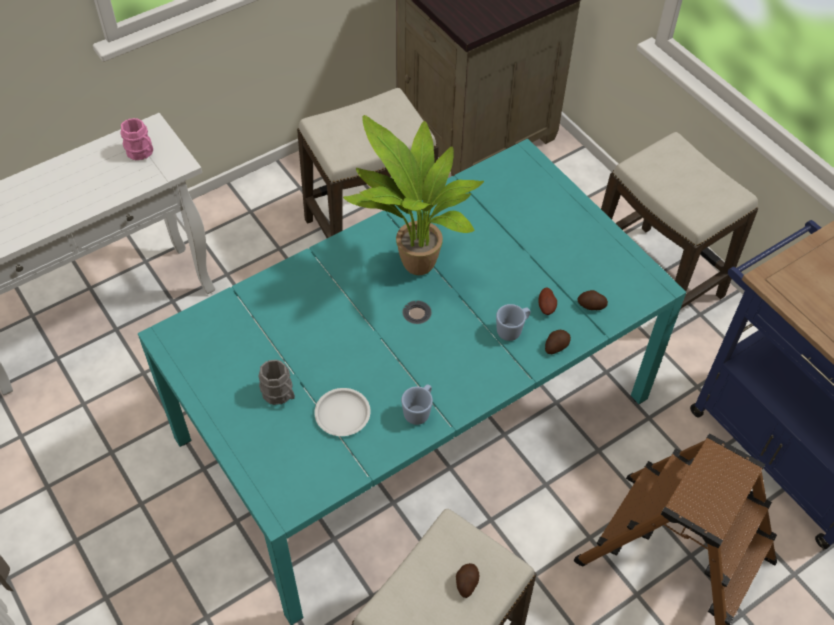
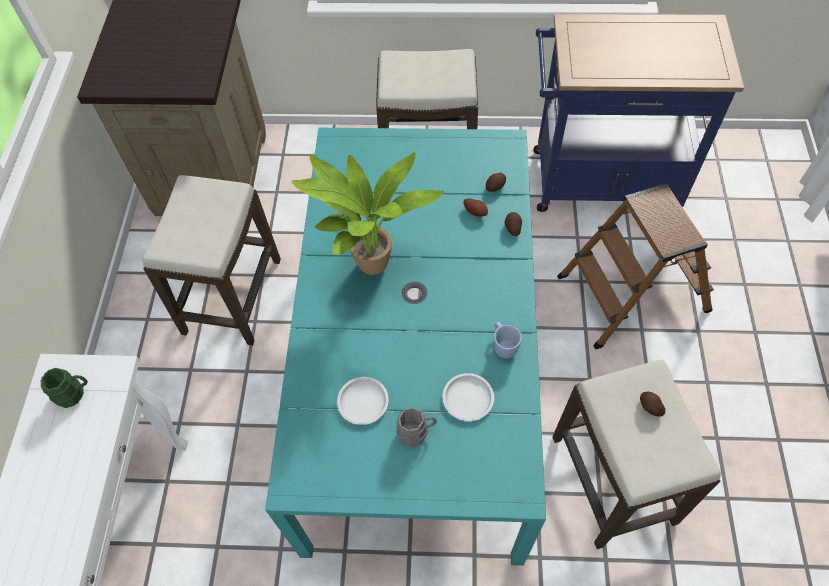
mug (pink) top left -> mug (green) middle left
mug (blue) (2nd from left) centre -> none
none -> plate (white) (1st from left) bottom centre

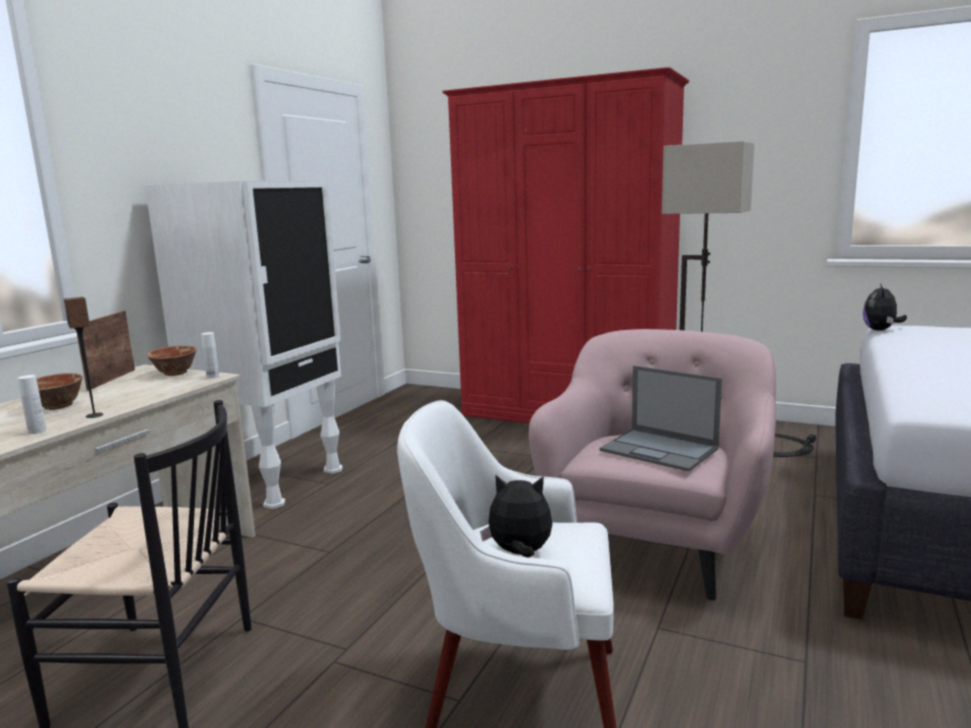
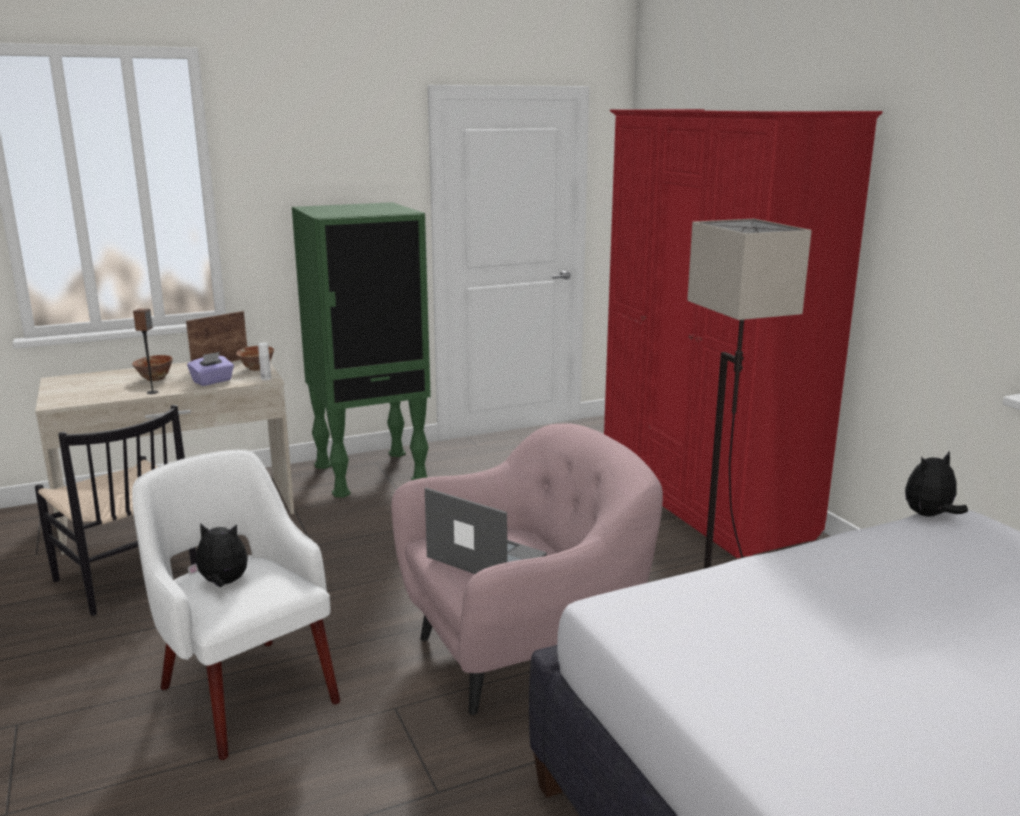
bottle (white) (1st from left) middle left -> none
cabinet (white) middle left -> cabinet (green) centre
plush toy (1st from left) bottom centre -> plush toy (1st from left) bottom left, 45 degrees counterclockwise
laptop middle right -> laptop centre, 135 degrees clockwise
none -> tissue box (purple) middle left

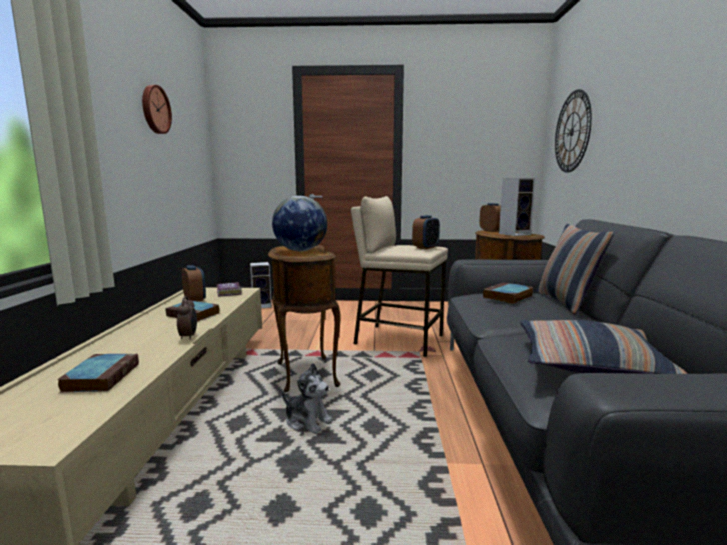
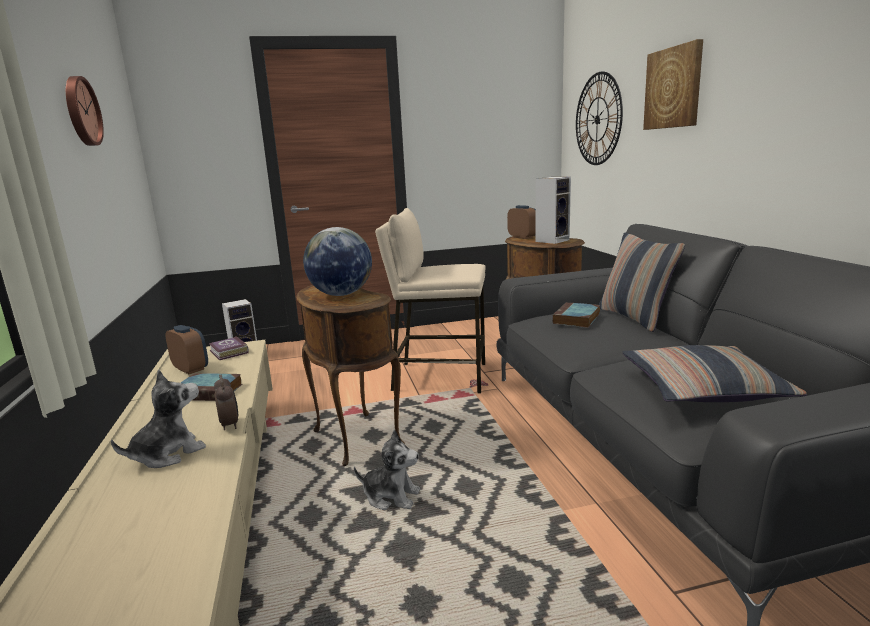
book (1st from left) bottom left -> none
alarm clock (3rd from left) centre -> none
none -> plush toy (1st from left) bottom left
none -> picture top right

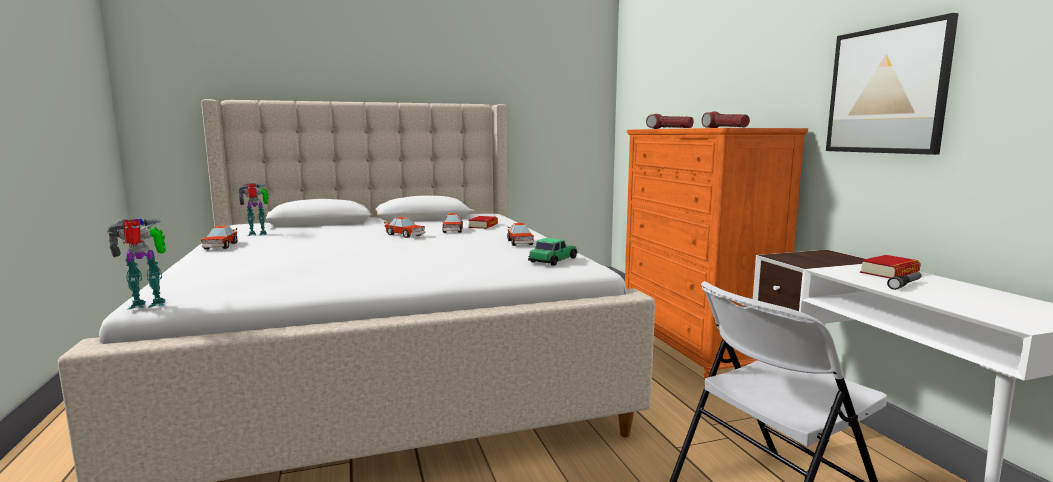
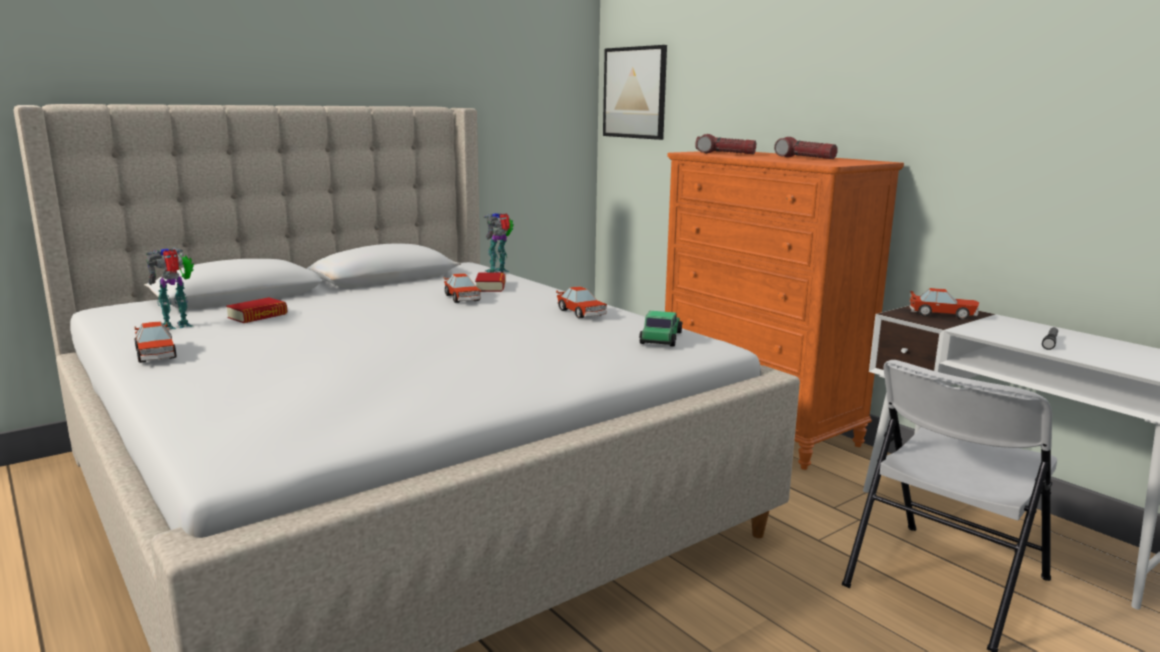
toy robot (1st from left in the first image) middle left -> toy robot (2nd from left) centre, move
toy car (2nd from left in the first image) centre -> toy car (5th from left) middle right, move
picture top right -> picture top centre, move
book (2nd from left in the first image) middle right -> book (1st from left) middle left, move

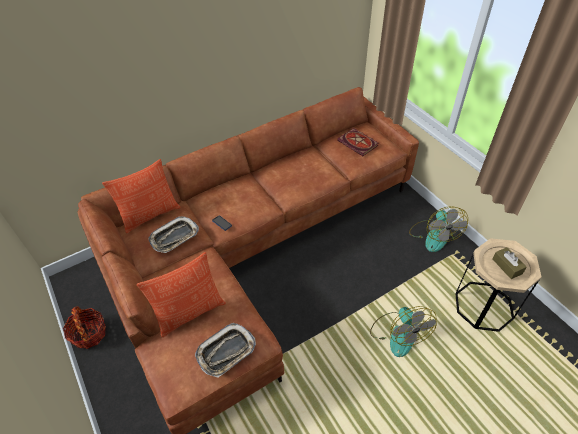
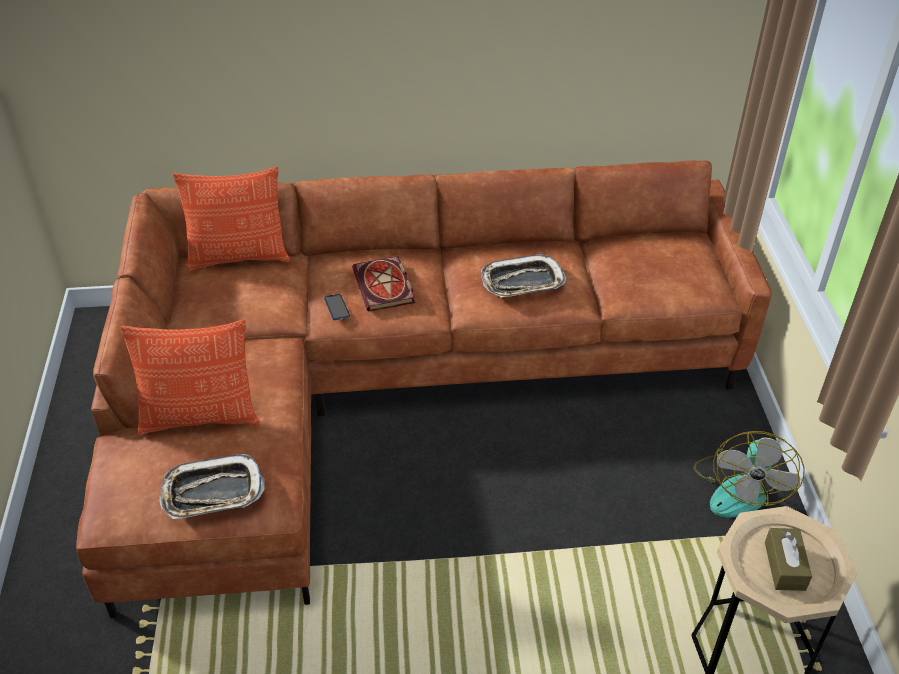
basket bottom left -> none
tray (1st from left in the first image) middle left -> tray (2nd from left) centre, move
book top centre -> book centre, move
fan (1st from left) bottom right -> none

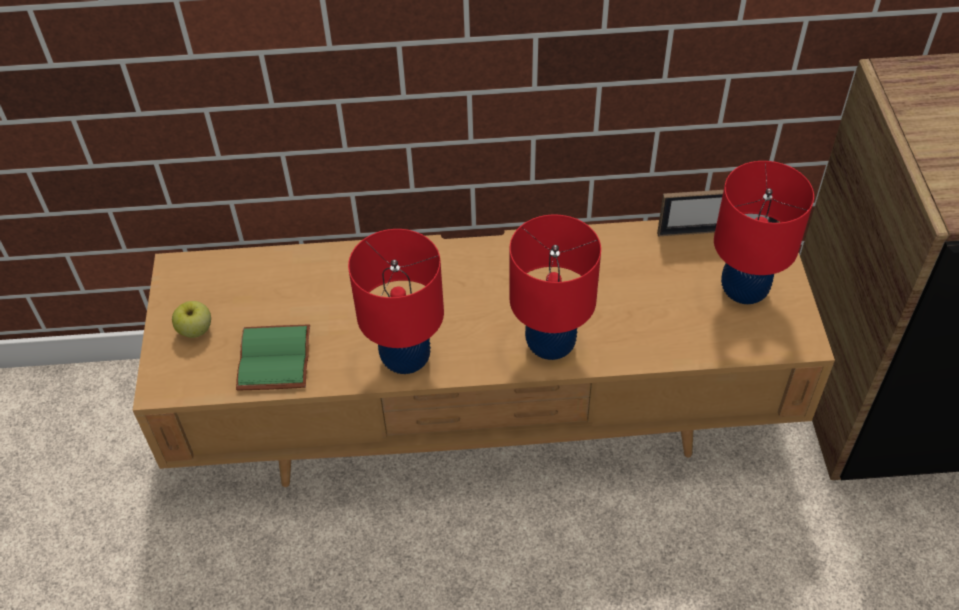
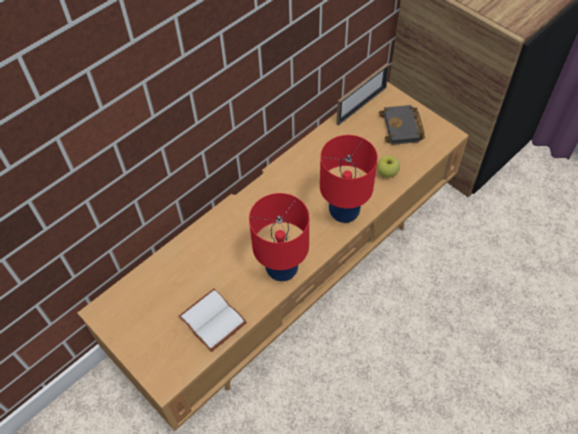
apple middle left -> apple middle right, move
book (green) middle left -> book (white) bottom centre
table lamp (red) (3rd from left) middle right -> book (black) top right

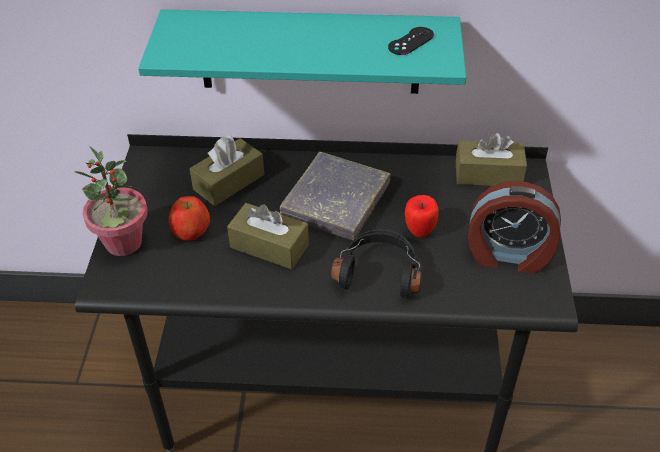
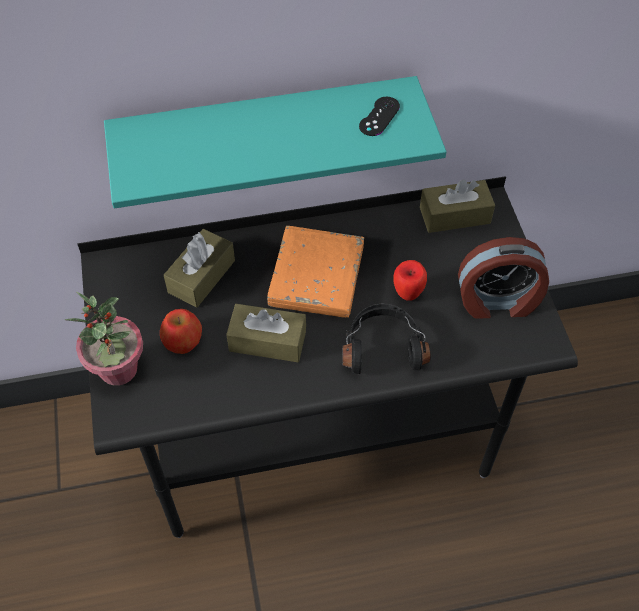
book (grey) centre -> book (orange) centre

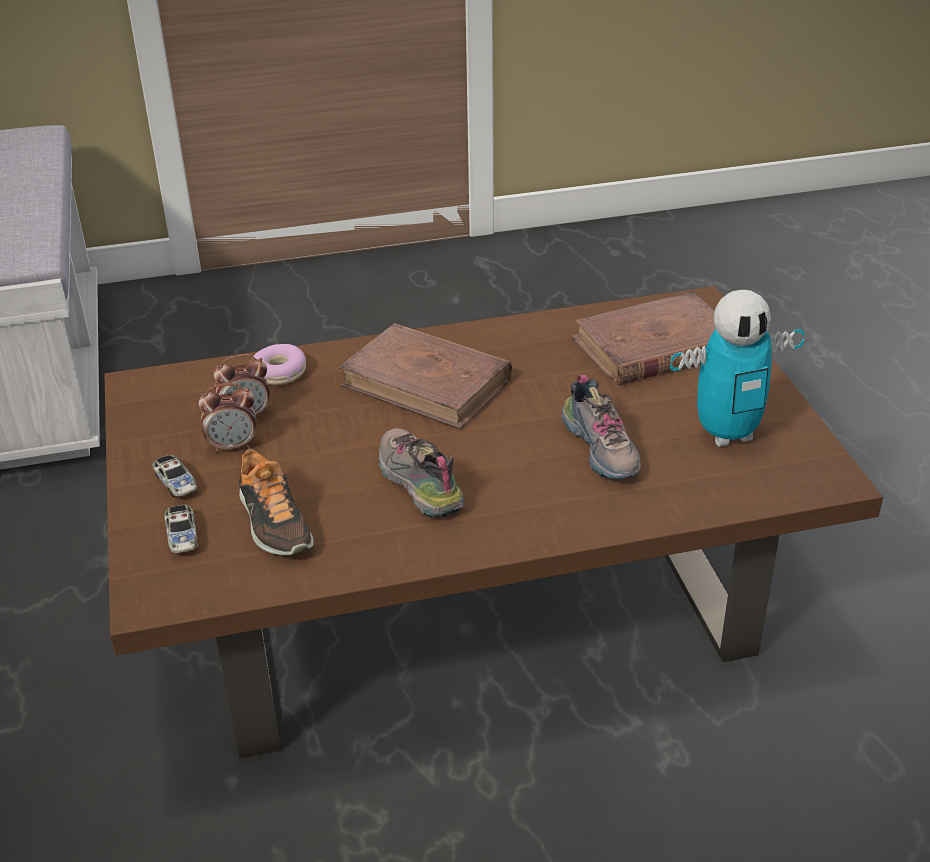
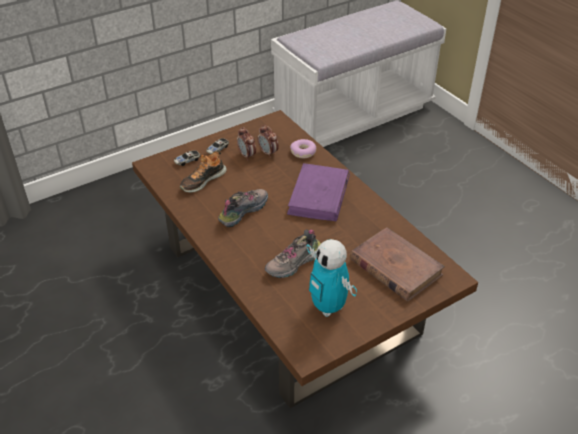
book (brown) (1st from left) centre -> book (purple) centre

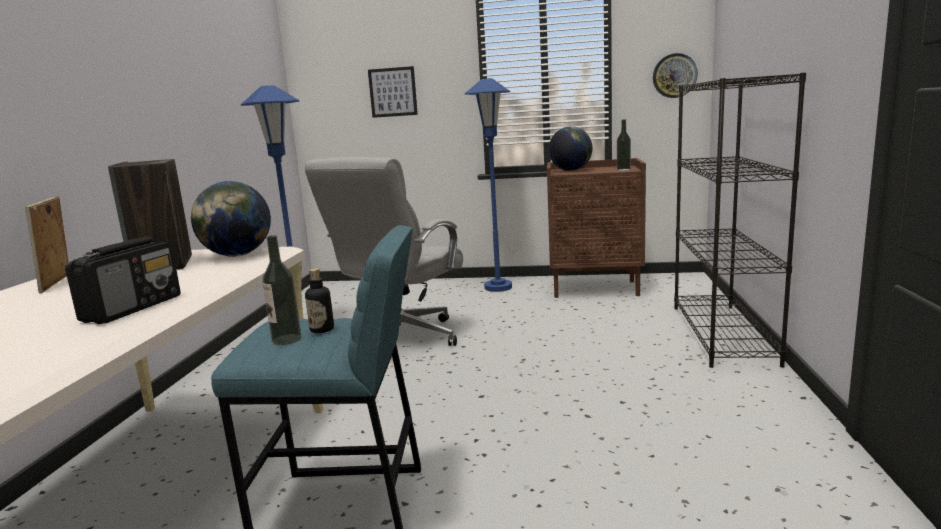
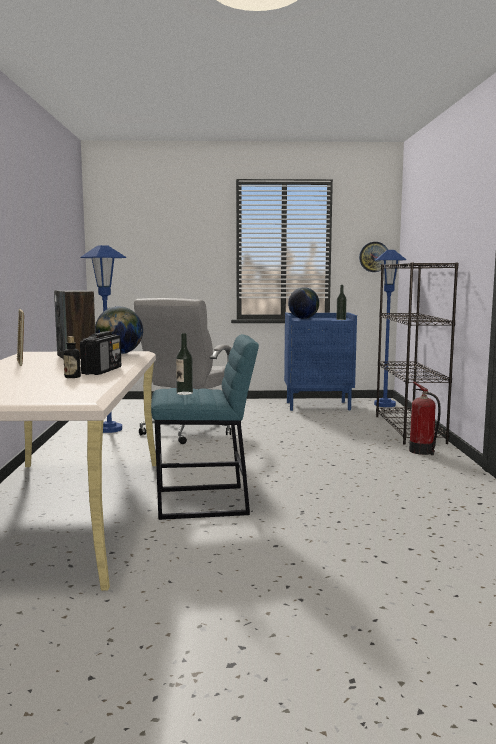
bottle (2nd from left in the first image) centre -> bottle (1st from left) middle left, move
picture top centre -> none
floor lamp (blue) (2nd from left) centre -> floor lamp (blue) (2nd from left) middle right, move
cabinet (brown) centre -> cabinet (blue) centre
none -> fire extinguisher middle right

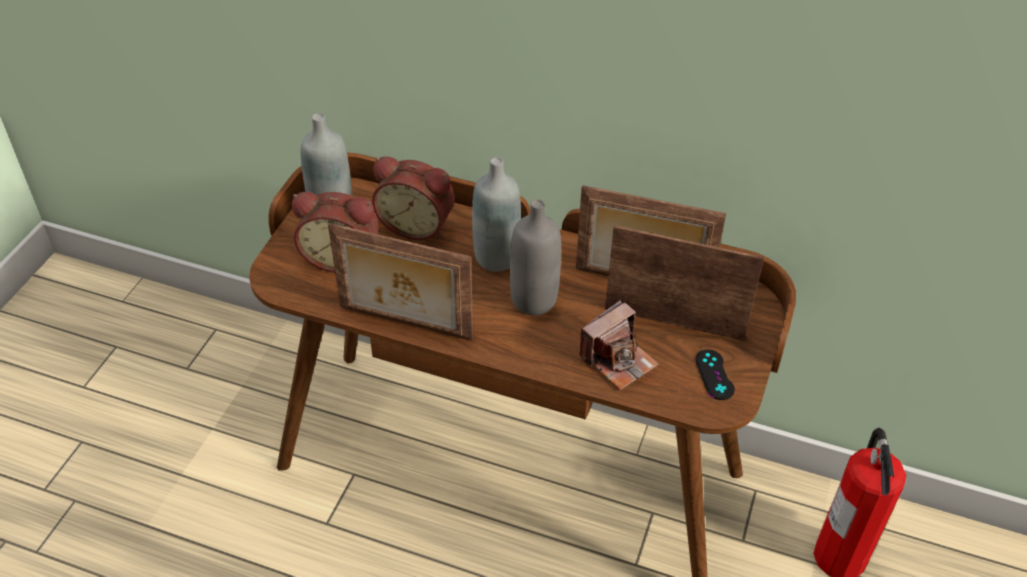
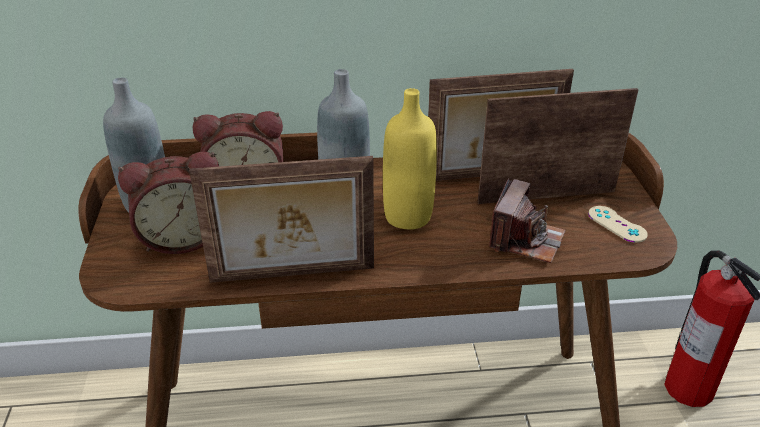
bottle (grey) (3rd from left) centre -> bottle (yellow) centre
game controller (black) middle right -> game controller (beige) middle right

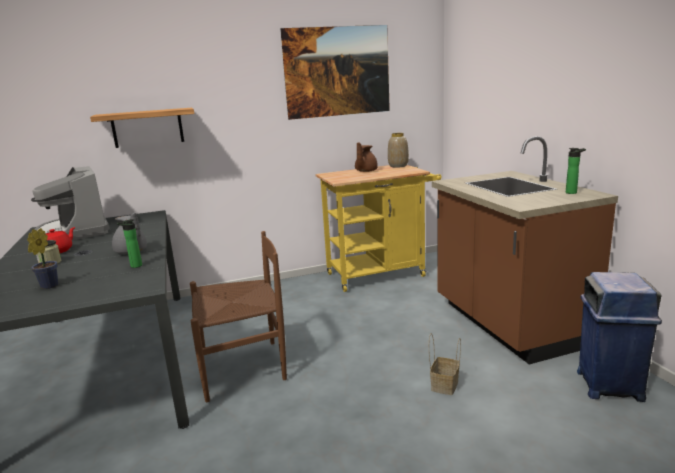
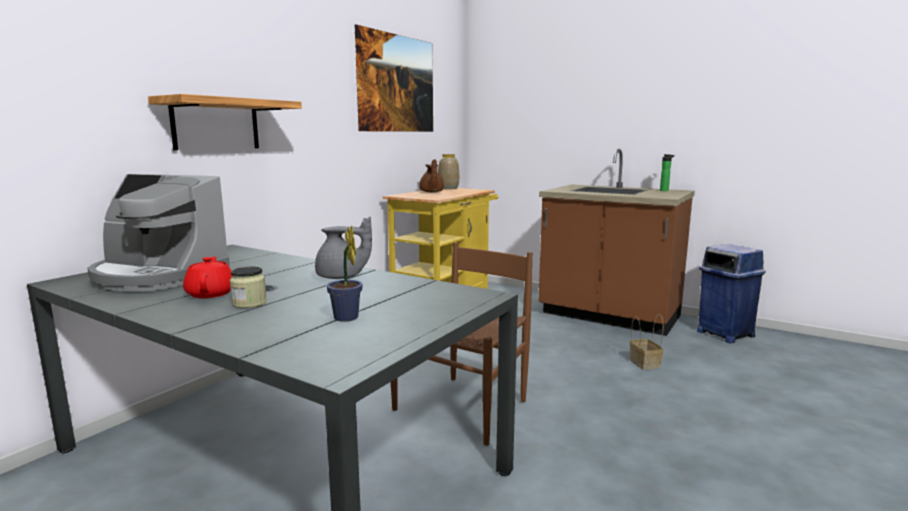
bottle (1st from left) middle left -> none

